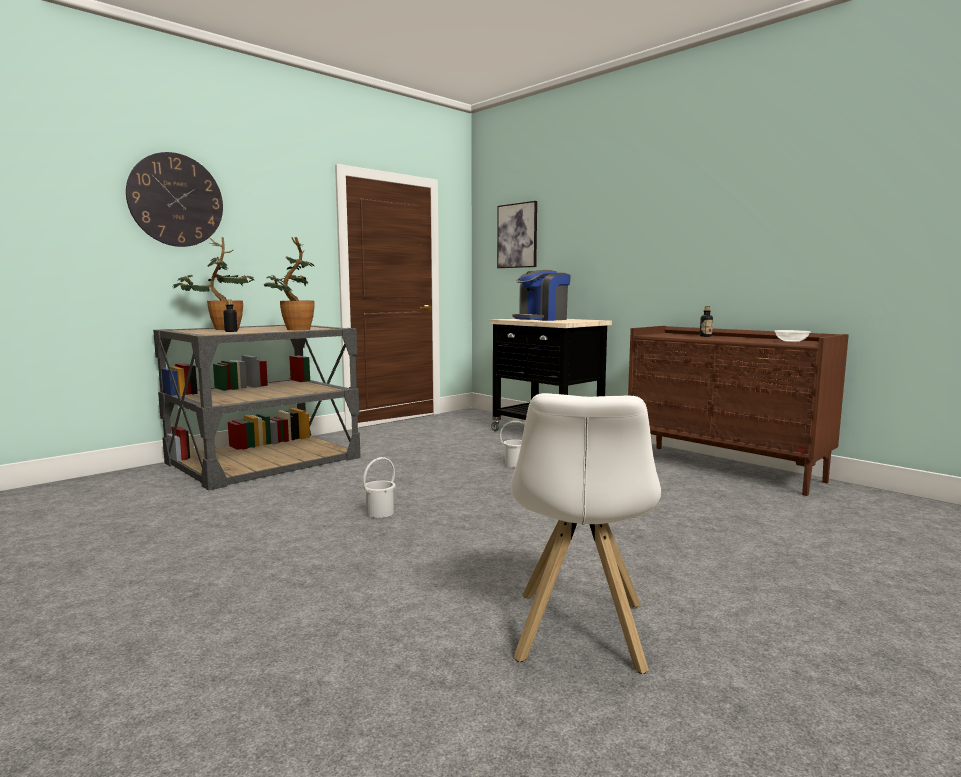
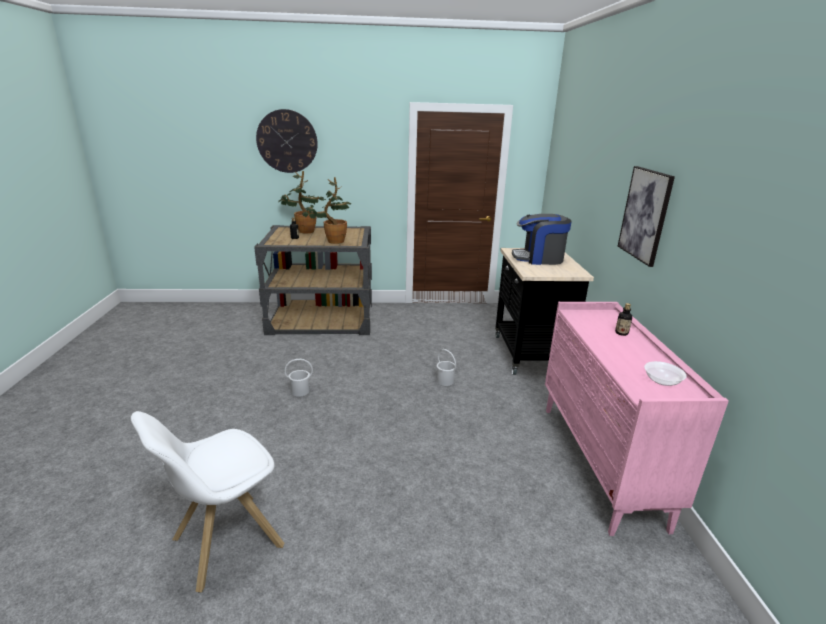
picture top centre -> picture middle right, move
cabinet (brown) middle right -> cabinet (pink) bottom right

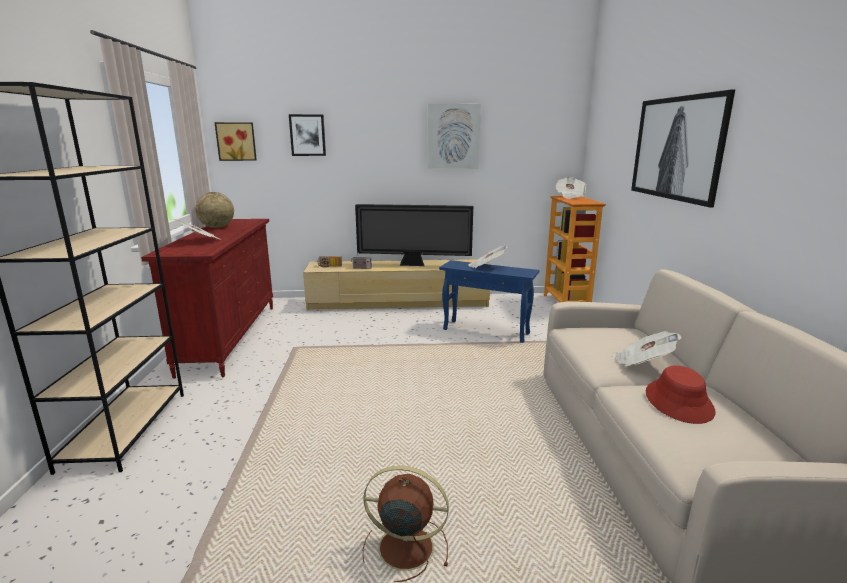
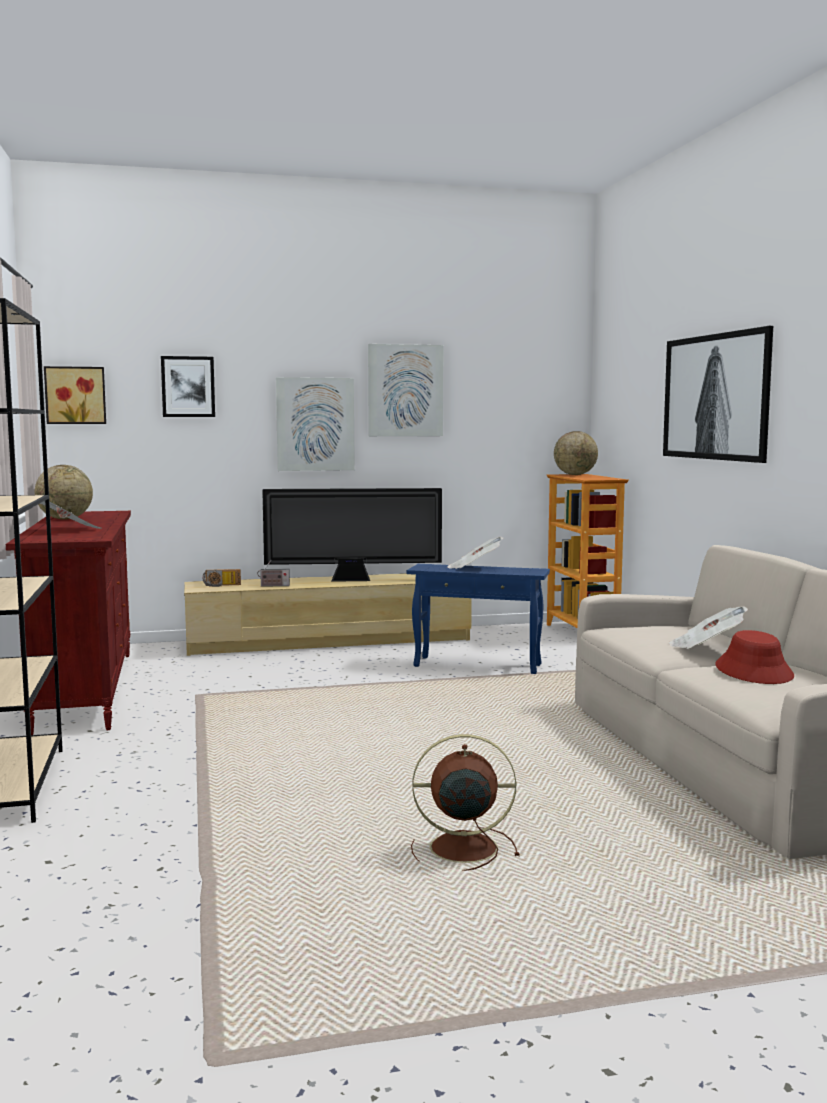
newspaper (3rd from left) top right -> globe (2nd from left) middle right
none -> picture (3rd from left) centre

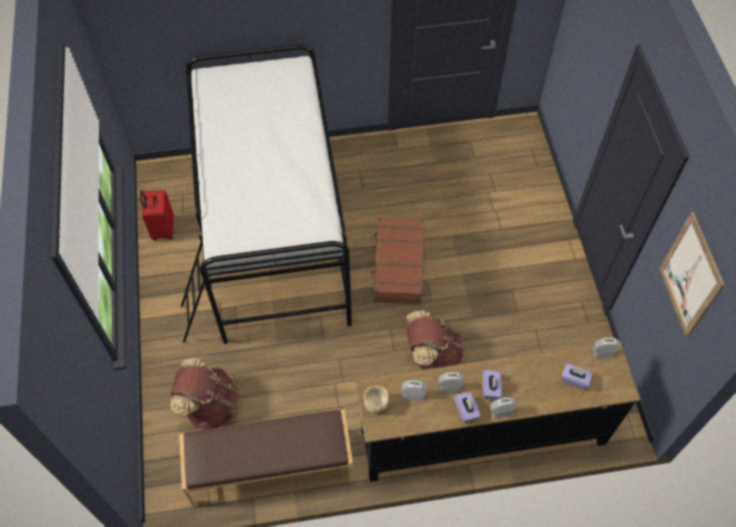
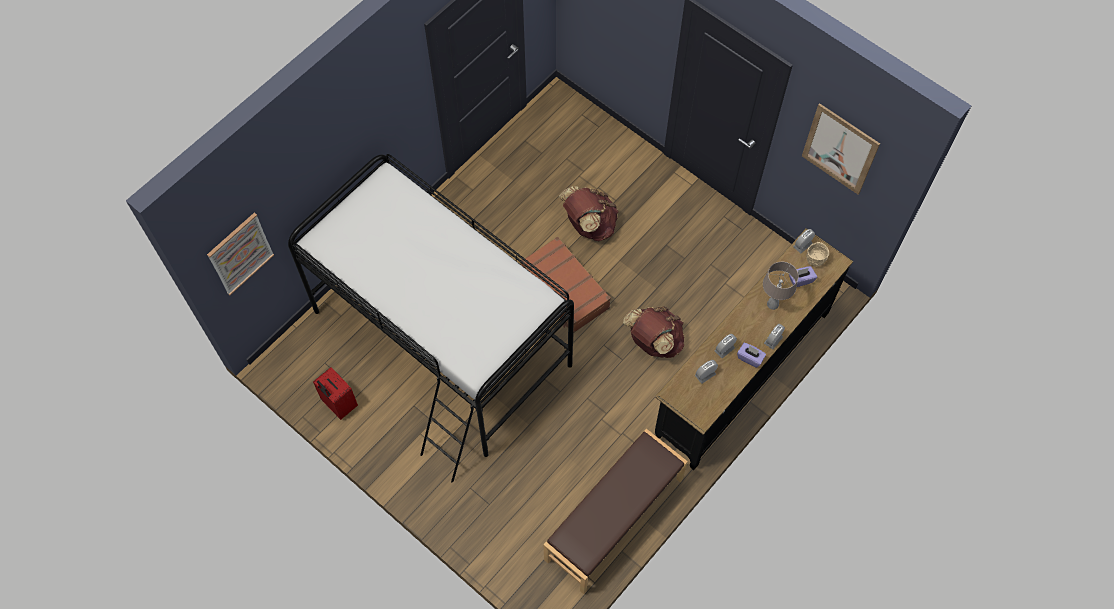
backpack (brown) (1st from left) bottom left -> backpack (brown) (1st from left) centre, move
bowl (beige) bottom centre -> bowl (beige) middle right, move
tissue box (purple) (2nd from left) bottom right -> none
none -> picture (1st from left) middle left
none -> table lamp (beige) middle right

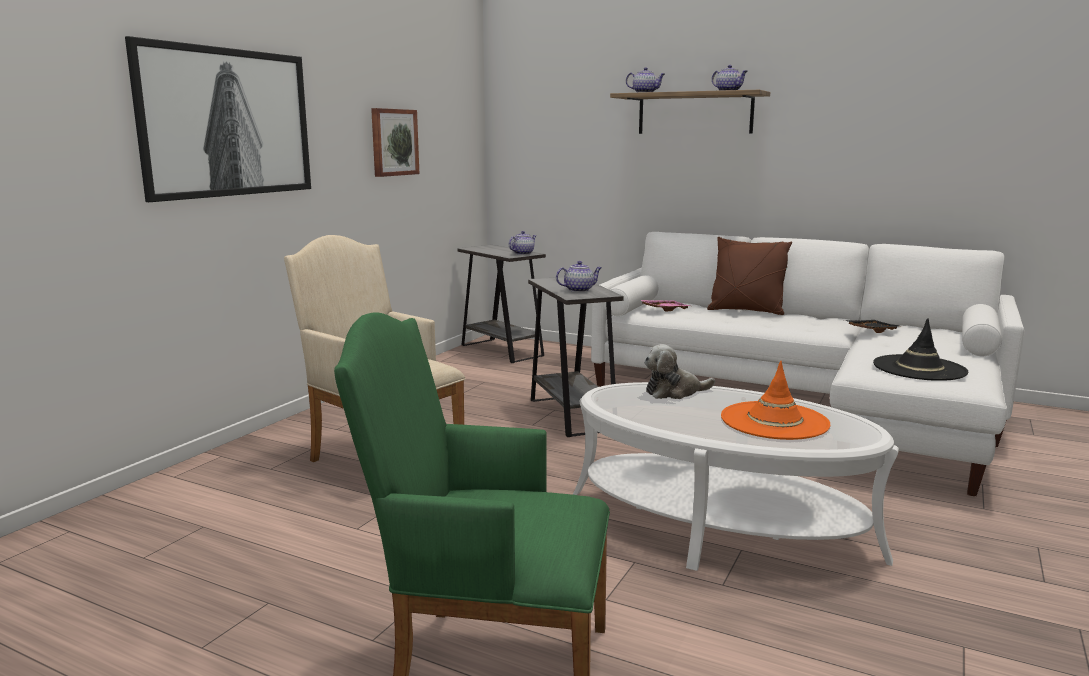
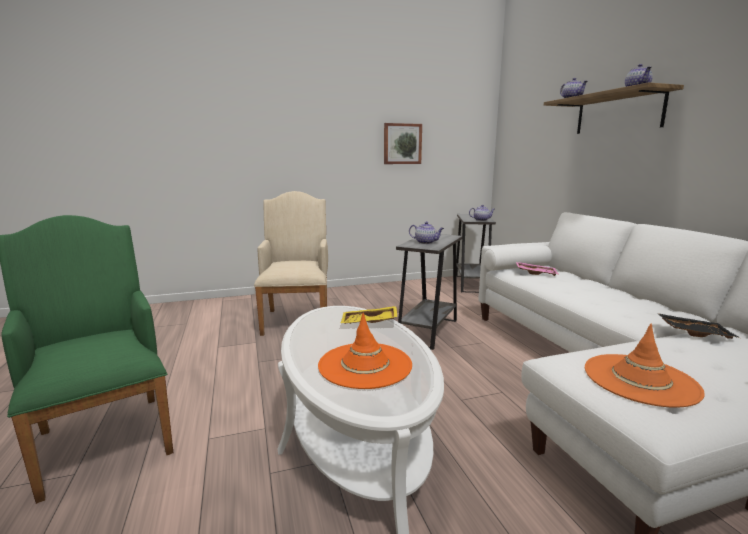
picture (1st from left) top left -> none
plush toy centre -> tray (yellow) centre
pillow (brown) middle right -> none
hat (black) middle right -> hat (orange) (2nd from left) bottom right

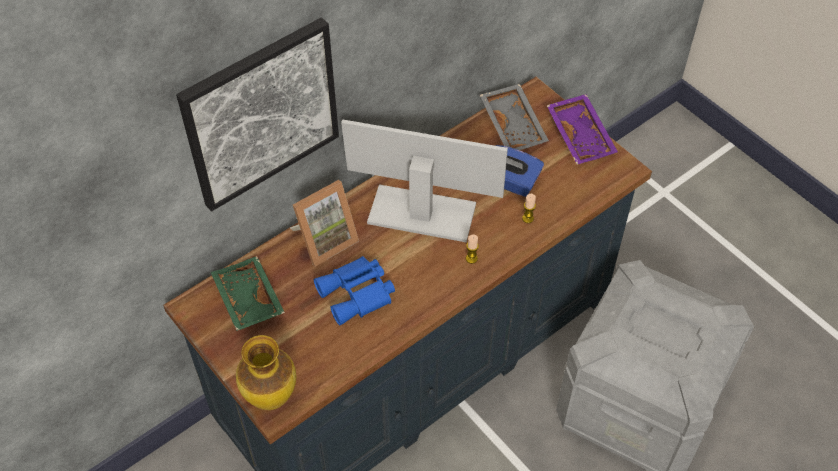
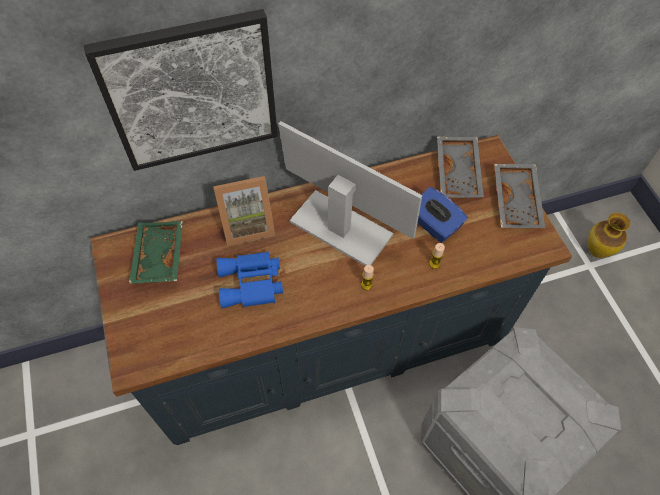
vase bottom left -> vase middle right, move
tray (purple) top right -> tray (grey) (2nd from left) middle right

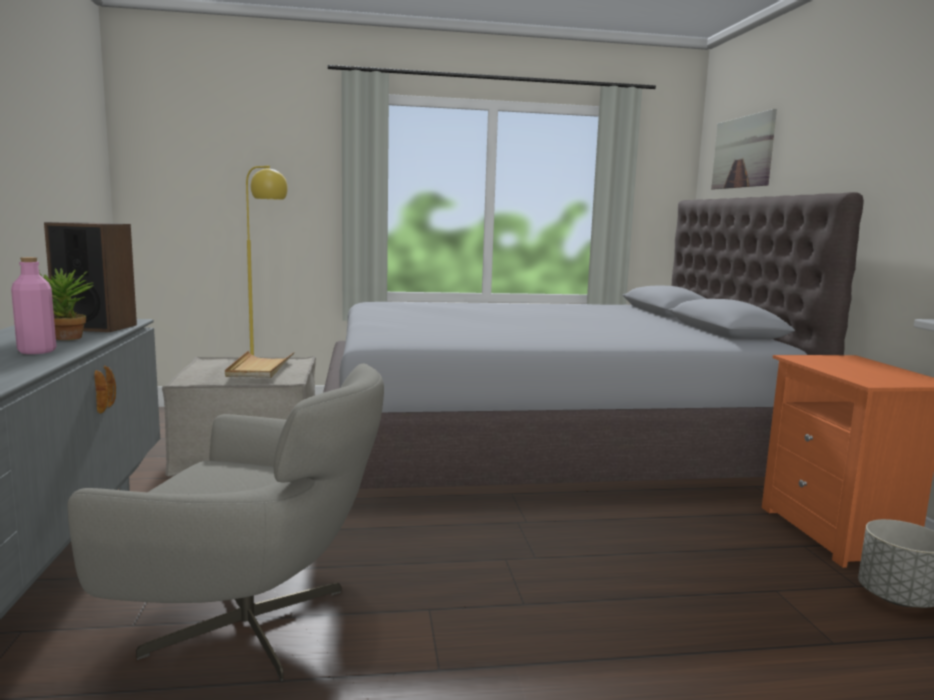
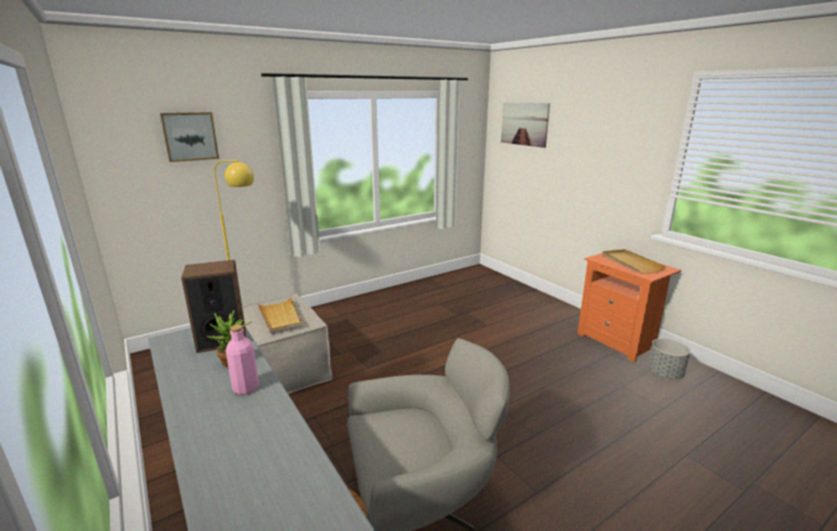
bed (grey) centre -> none
none -> picture (1st from left) top left
none -> tray (beige) (2nd from left) middle right

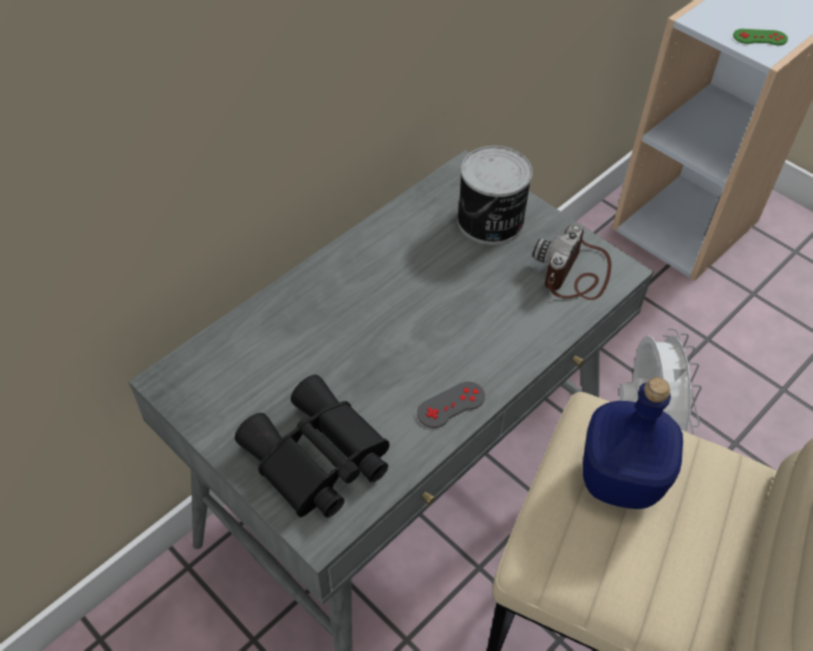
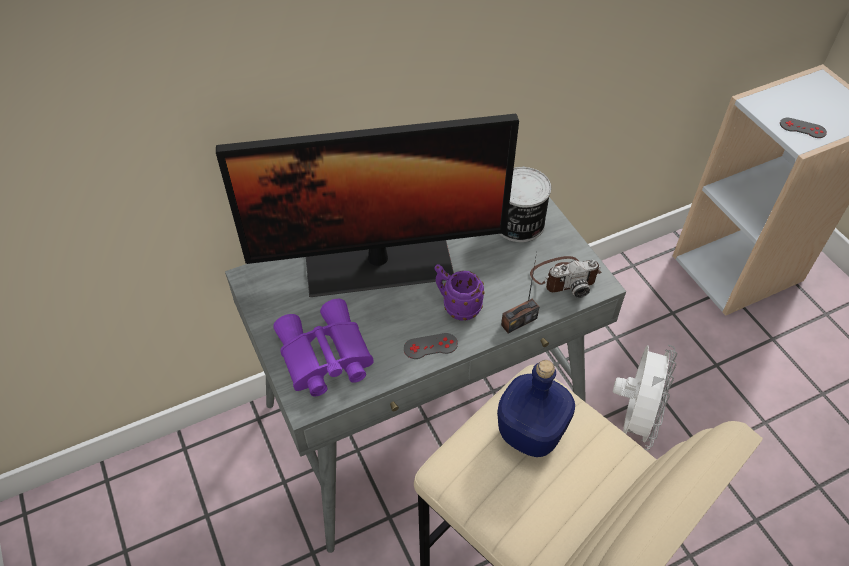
binoculars (black) bottom centre -> binoculars (purple) centre
photo camera middle right -> photo camera centre, 150 degrees counterclockwise
game controller (green) top right -> game controller (grey) (2nd from left) top right
none -> monitor centre
none -> mug (purple) centre
none -> radio centre

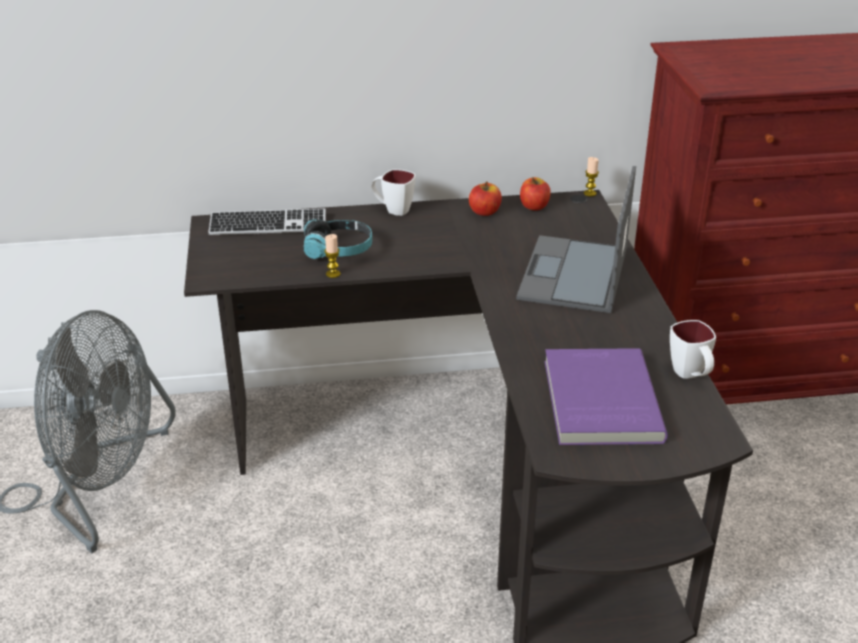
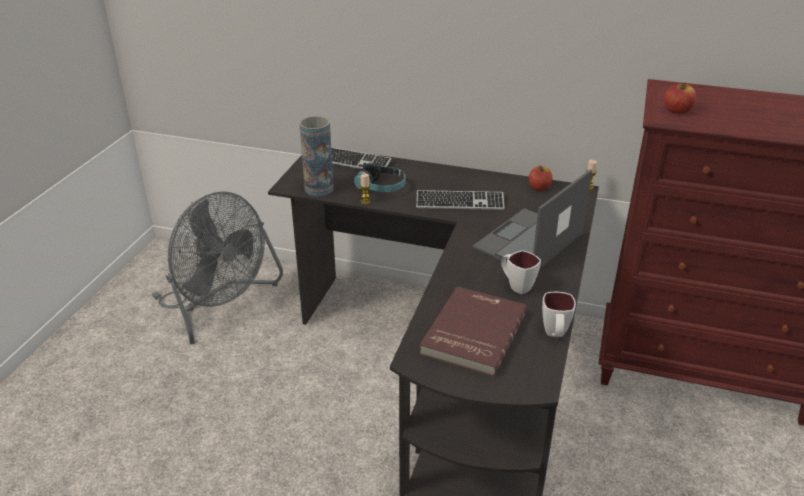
mug (white) (1st from left) top centre -> mug (white) (1st from left) centre, move
apple (1st from left in the first image) top centre -> apple (2nd from left) top right, move
book (purple) middle right -> book (red) bottom centre
none -> vase top centre
none -> keyboard (2nd from left) centre

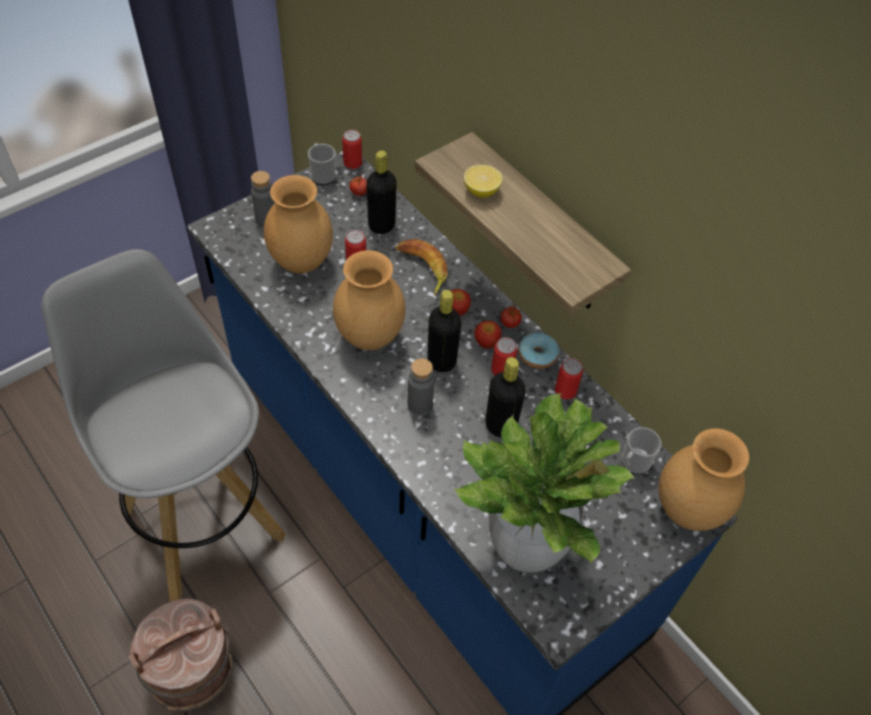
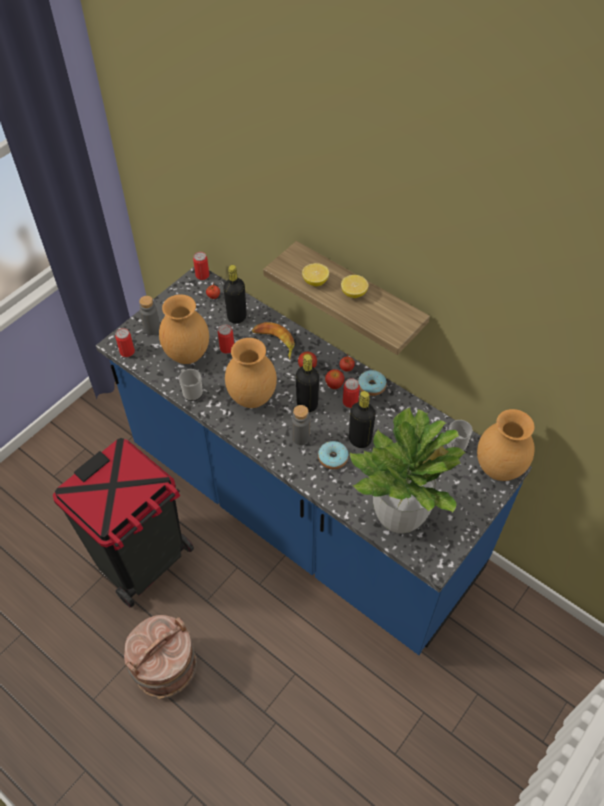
stool (grey) middle left -> trash can (black) middle left
mug (1st from left) top centre -> mug (1st from left) middle left, move
can (4th from left in the first image) centre -> can (1st from left) middle left, move
none -> donut (1st from left) centre
none -> lemon (2nd from left) centre

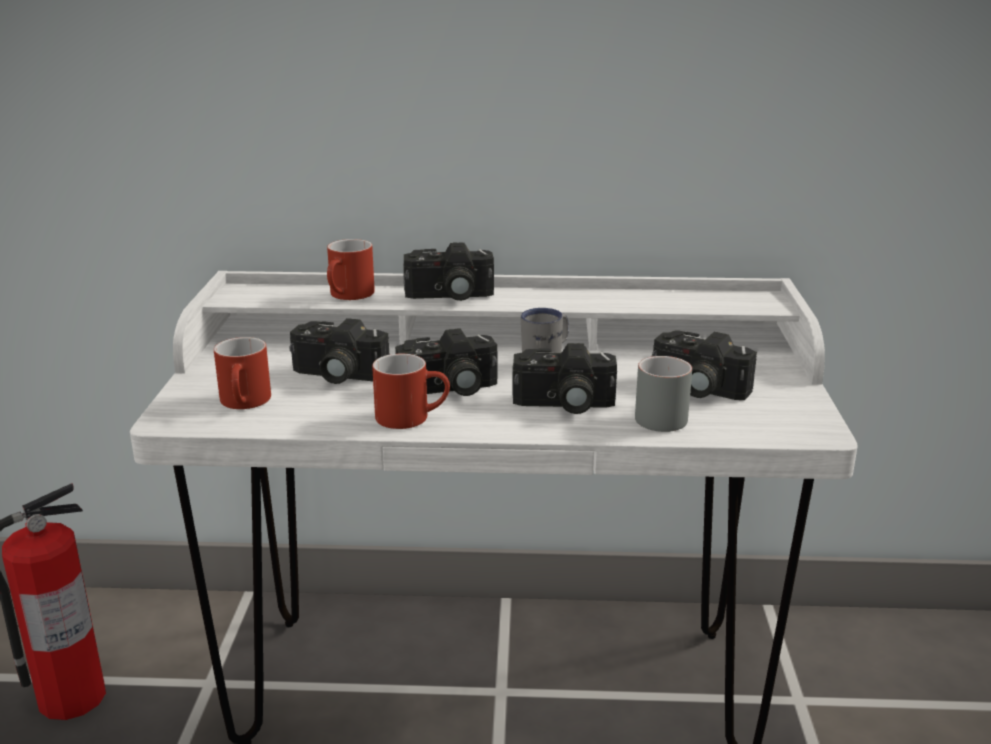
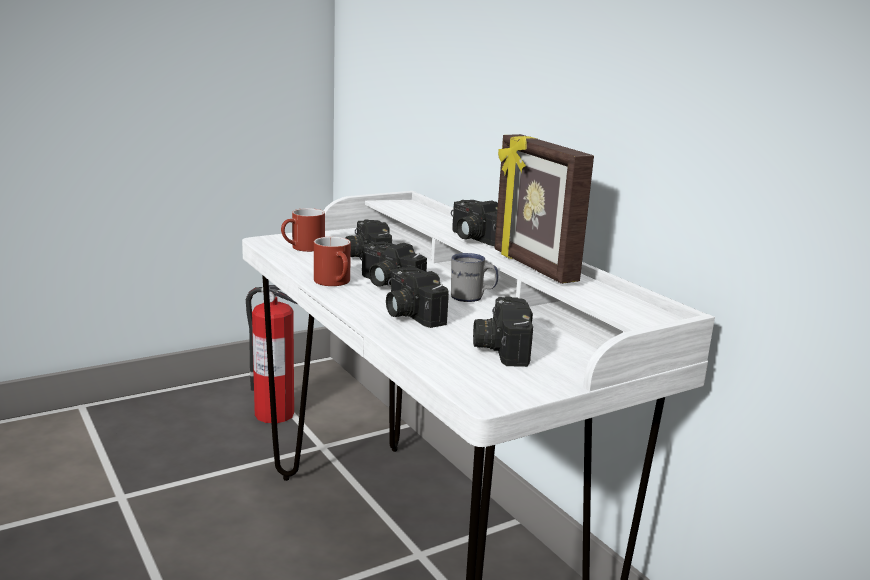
mug (red) (2nd from left) centre -> none
mug (grey) (2nd from left) middle right -> none
none -> picture frame centre

